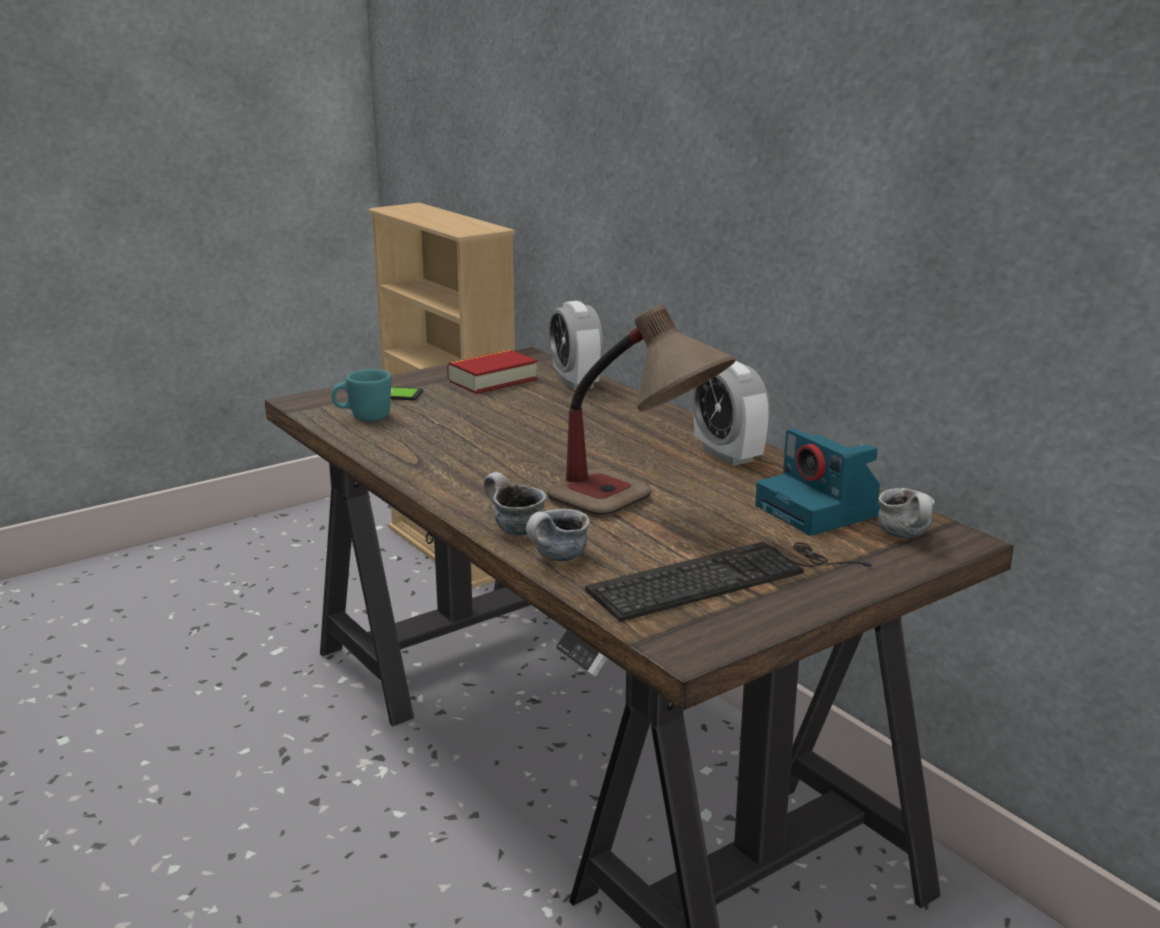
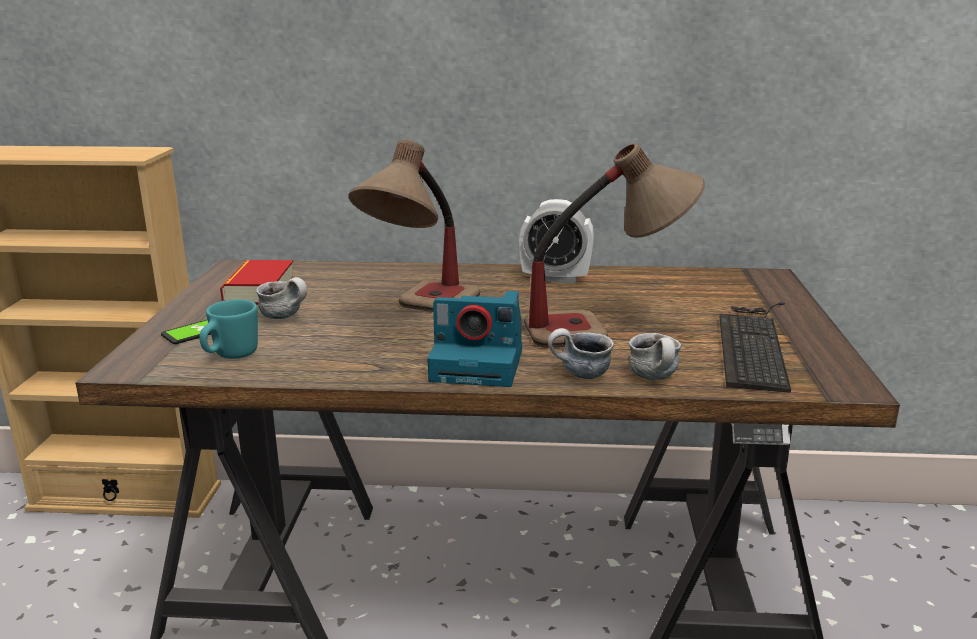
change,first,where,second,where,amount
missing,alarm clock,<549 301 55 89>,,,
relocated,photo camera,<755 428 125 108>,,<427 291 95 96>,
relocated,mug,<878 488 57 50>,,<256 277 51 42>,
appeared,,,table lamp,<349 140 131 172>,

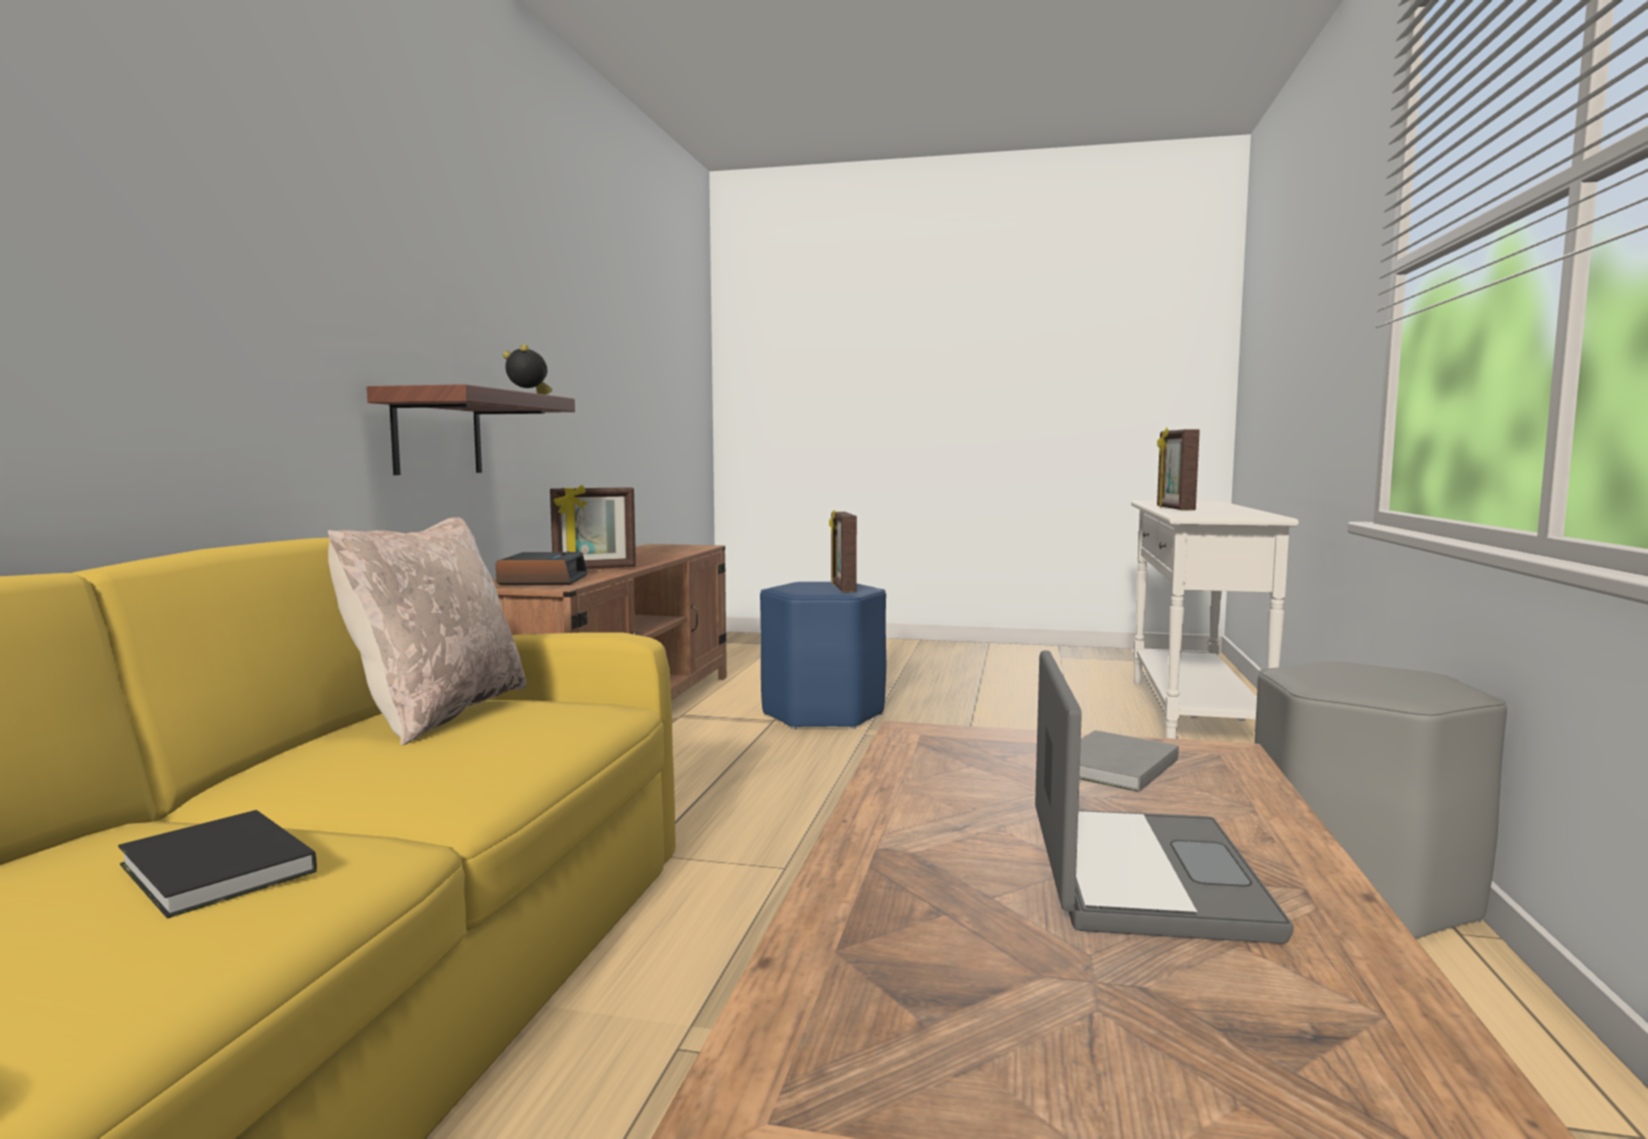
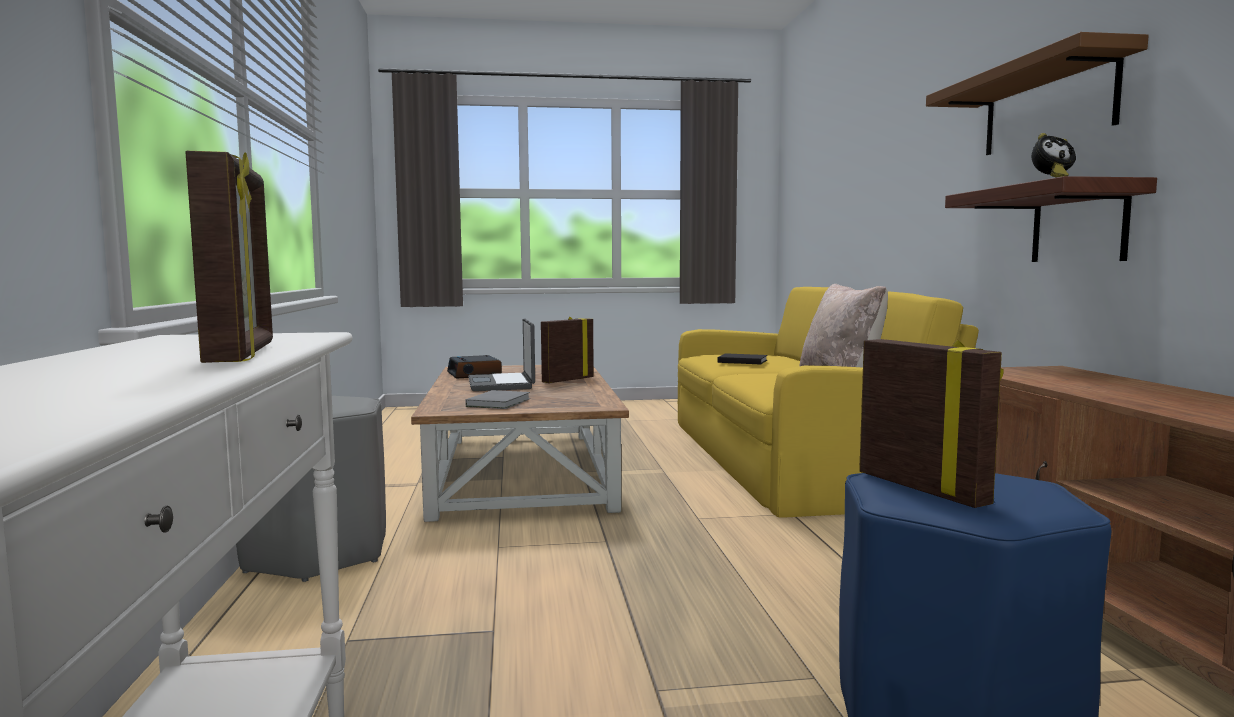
change,first,where,second,where,amount
relocated,picture frame,<550 485 86 84>,,<541 317 53 66>,
relocated,alarm clock,<496 551 92 34>,,<447 355 55 24>,
appeared,,,shelf/brown,<926 32 223 123>,

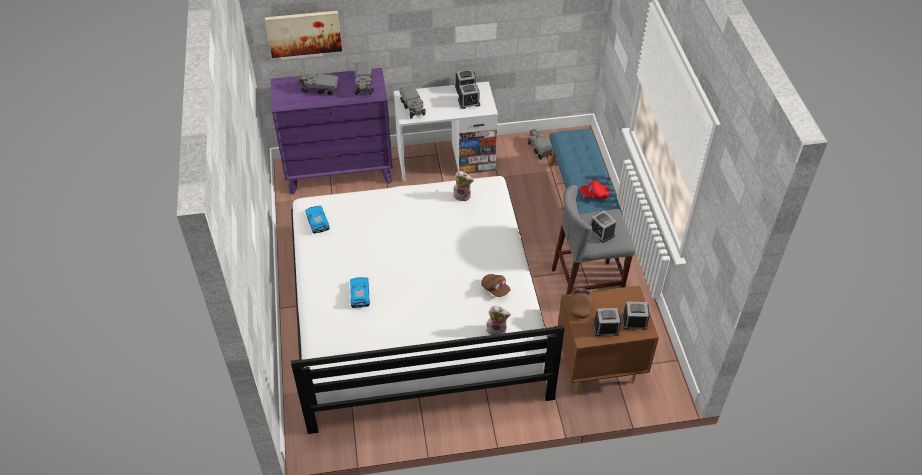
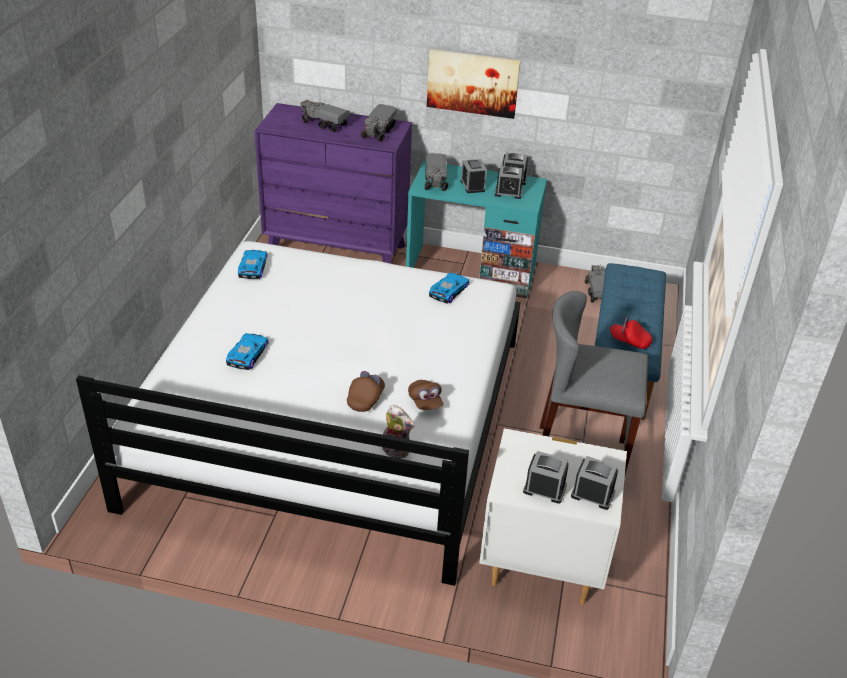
change,first,where,second,where,amount
relocated,picture,<265 11 77 47>,,<427 49 94 70>,
colour,desk/white,<394 81 104 101>,desk/turquoise,<406 161 141 137>,
exchanged,plush toy,<453 171 21 31>,toy car,<429 272 41 32>,
relocated,alarm clock,<590 210 26 33>,,<461 159 26 34>,
colour,nightstand/brown,<558 285 101 106>,nightstand/white,<479 428 148 177>,
relocated,cap/brown,<569 288 24 31>,,<347 371 38 41>,

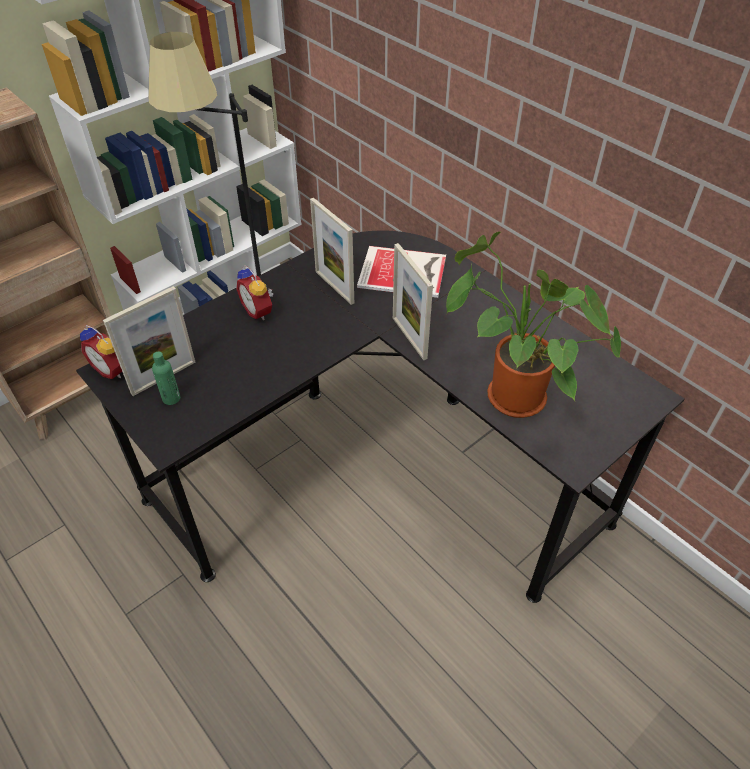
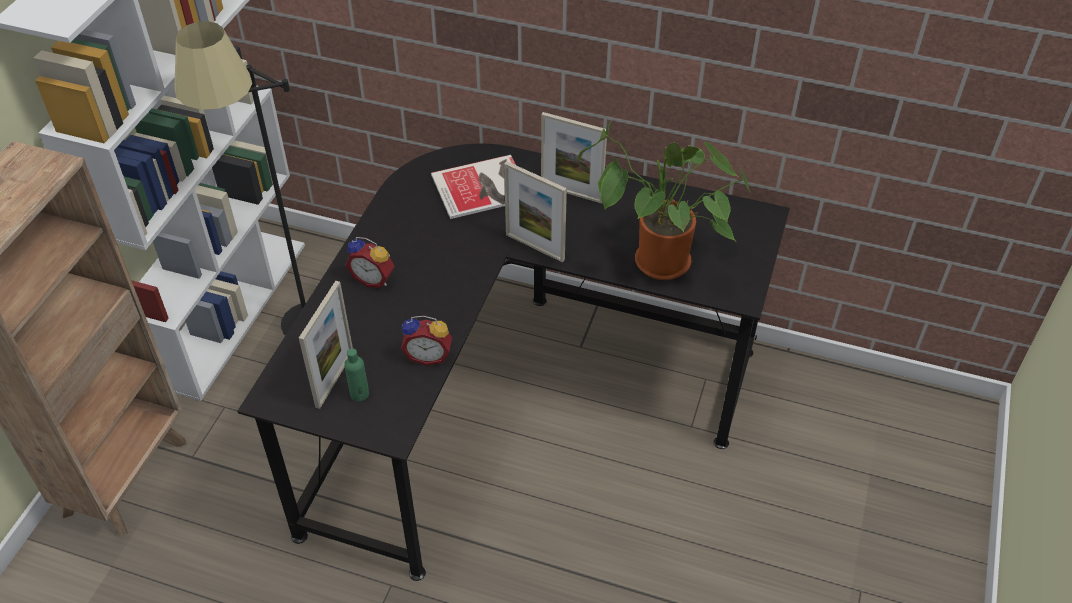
change,first,where,second,where,amount
relocated,picture frame,<310 198 44 107>,,<541 112 66 91>,
relocated,alarm clock,<80 325 42 54>,,<401 316 51 50>,

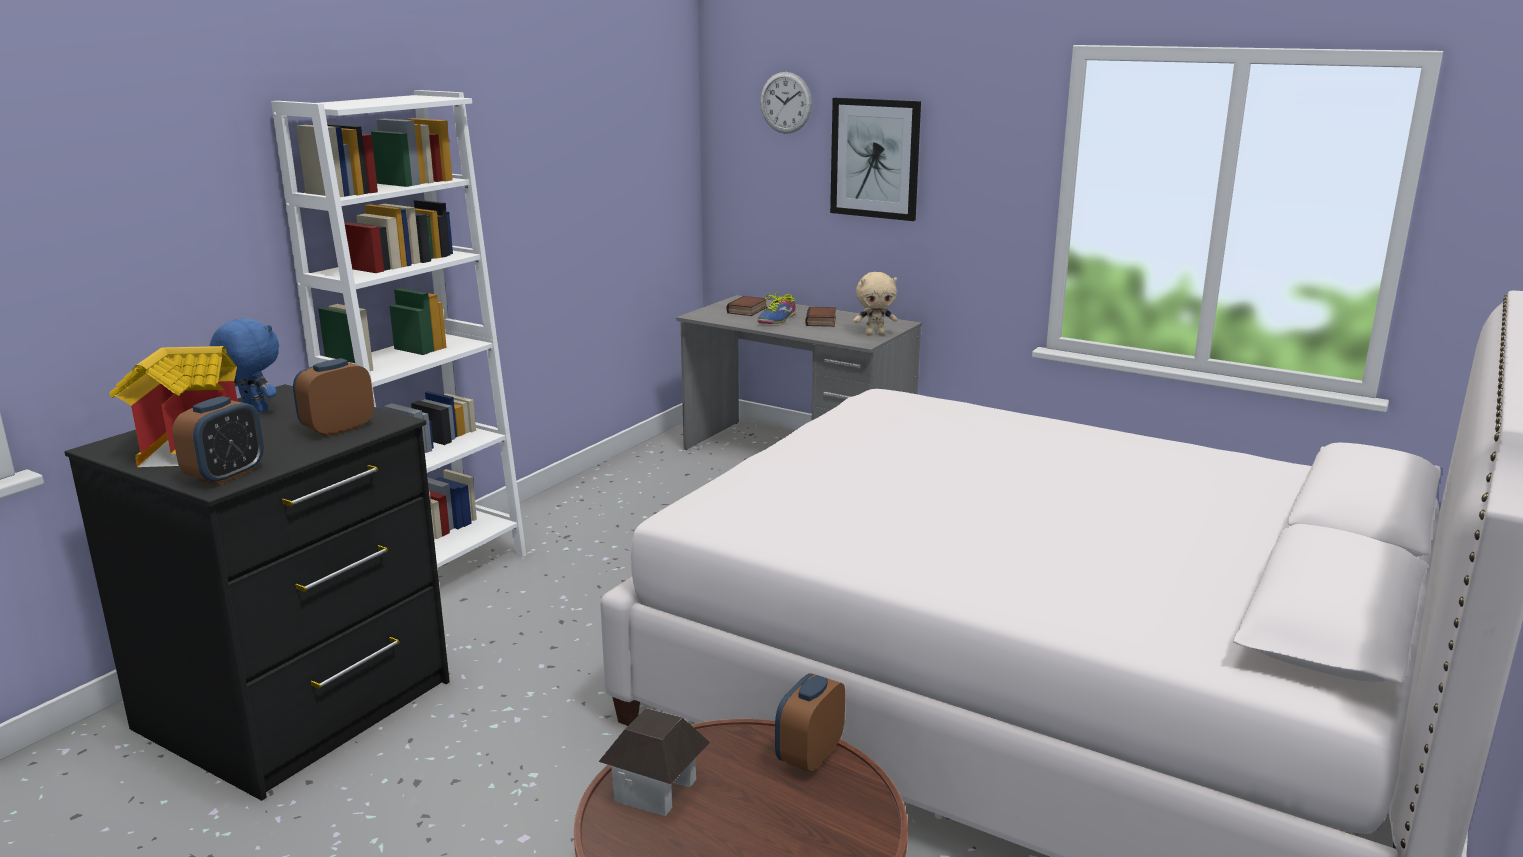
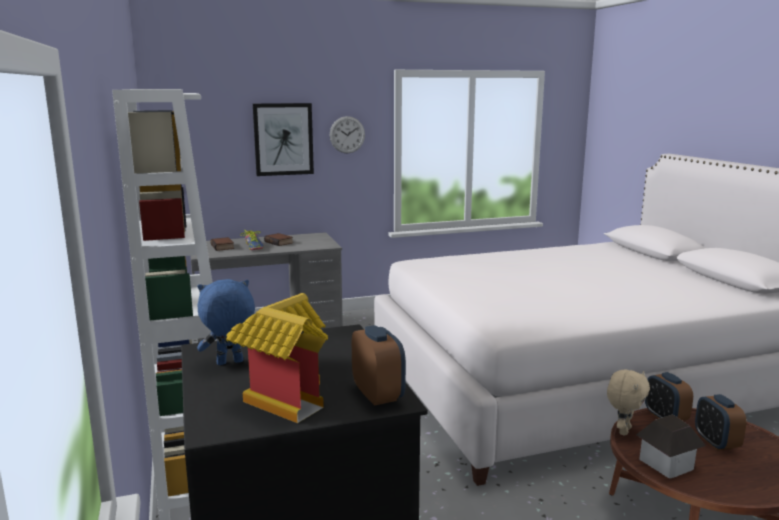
change,first,where,second,where,amount
relocated,wall clock,<760 72 52 62>,,<329 116 36 37>,
relocated,plush toy/beige,<853 272 44 64>,,<607 369 43 67>,
relocated,alarm clock,<293 358 81 79>,,<695 394 52 57>,

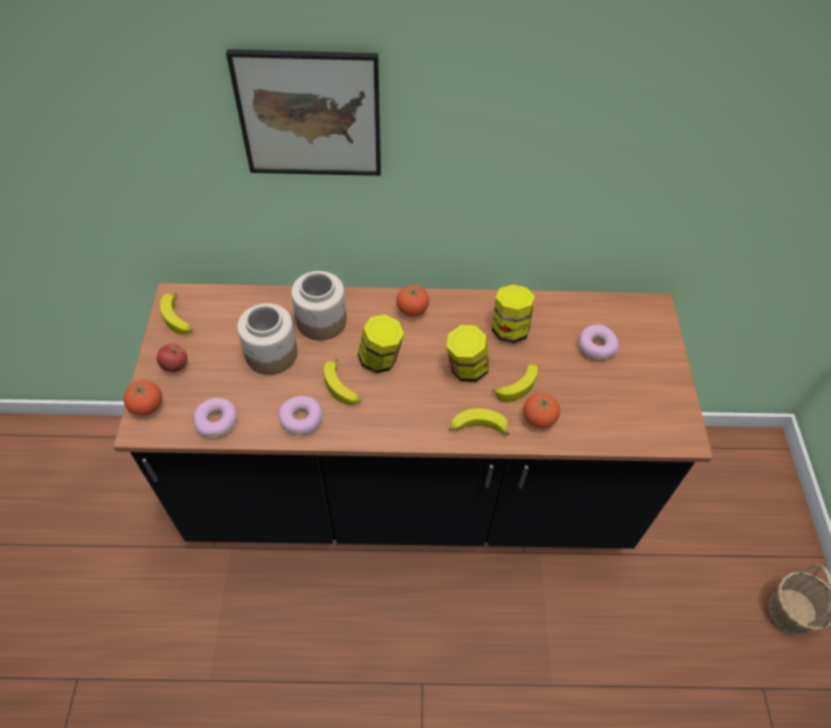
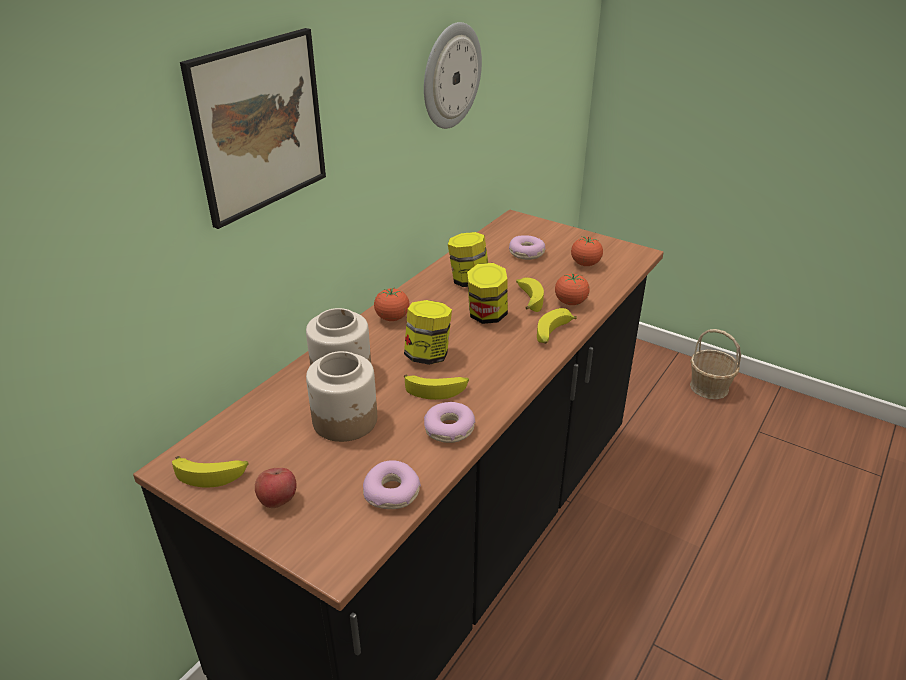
change,first,where,second,where,amount
relocated,tomato,<124 380 38 36>,,<571 237 32 29>,
appeared,,,wall clock,<424 22 58 107>,

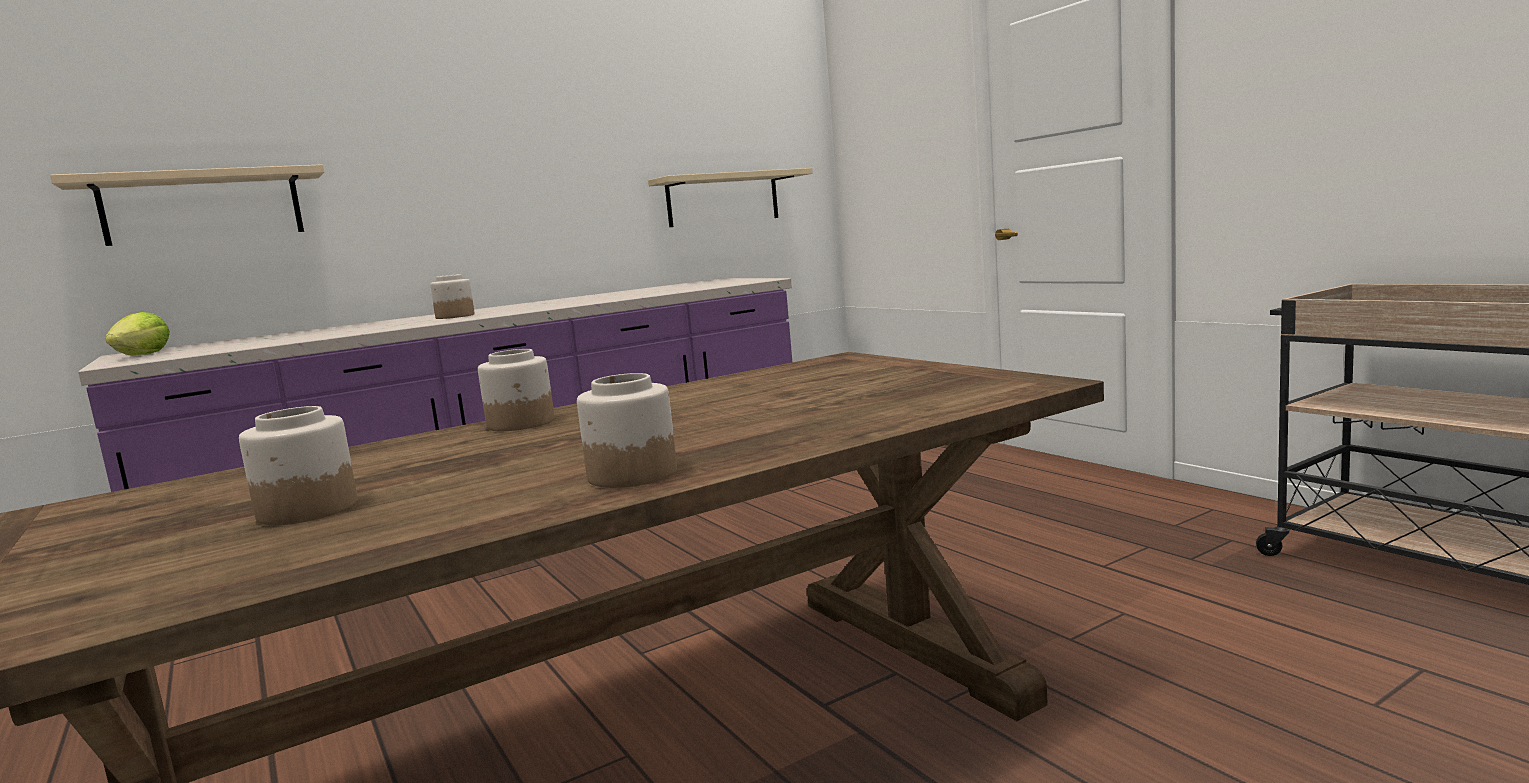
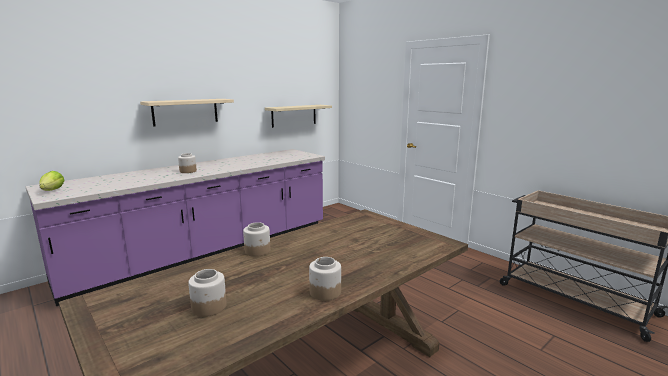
change,first,where,second,where,amount
relocated,shelf/beige,<50 164 275 82>,,<140 99 94 27>,

